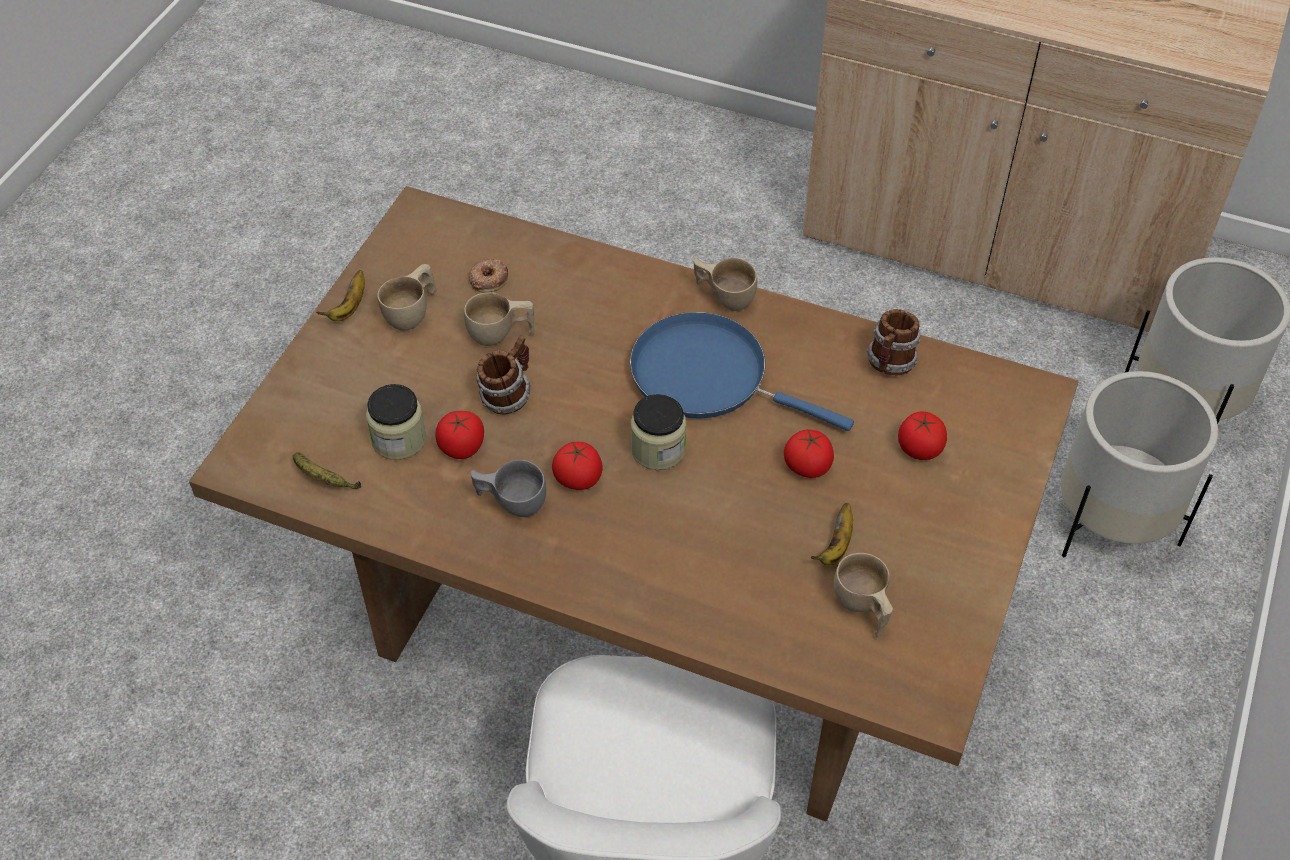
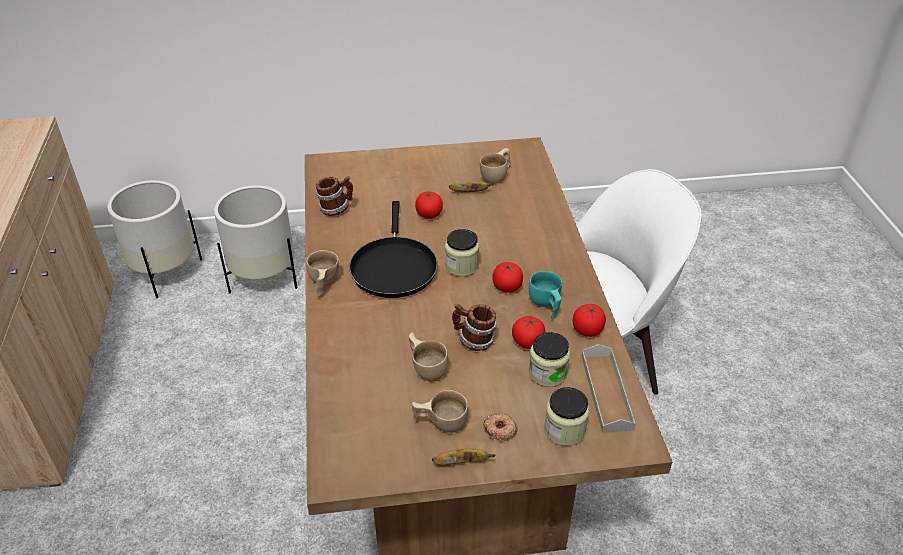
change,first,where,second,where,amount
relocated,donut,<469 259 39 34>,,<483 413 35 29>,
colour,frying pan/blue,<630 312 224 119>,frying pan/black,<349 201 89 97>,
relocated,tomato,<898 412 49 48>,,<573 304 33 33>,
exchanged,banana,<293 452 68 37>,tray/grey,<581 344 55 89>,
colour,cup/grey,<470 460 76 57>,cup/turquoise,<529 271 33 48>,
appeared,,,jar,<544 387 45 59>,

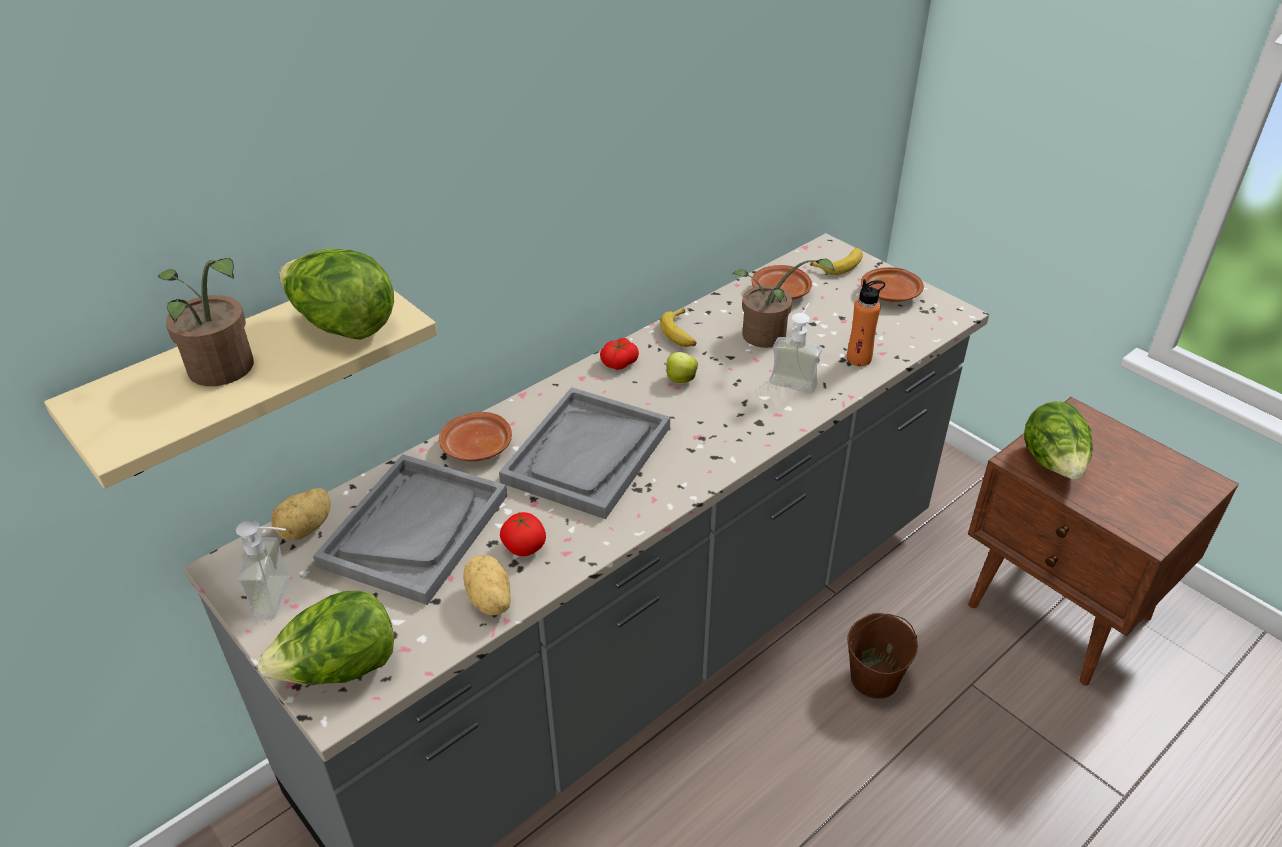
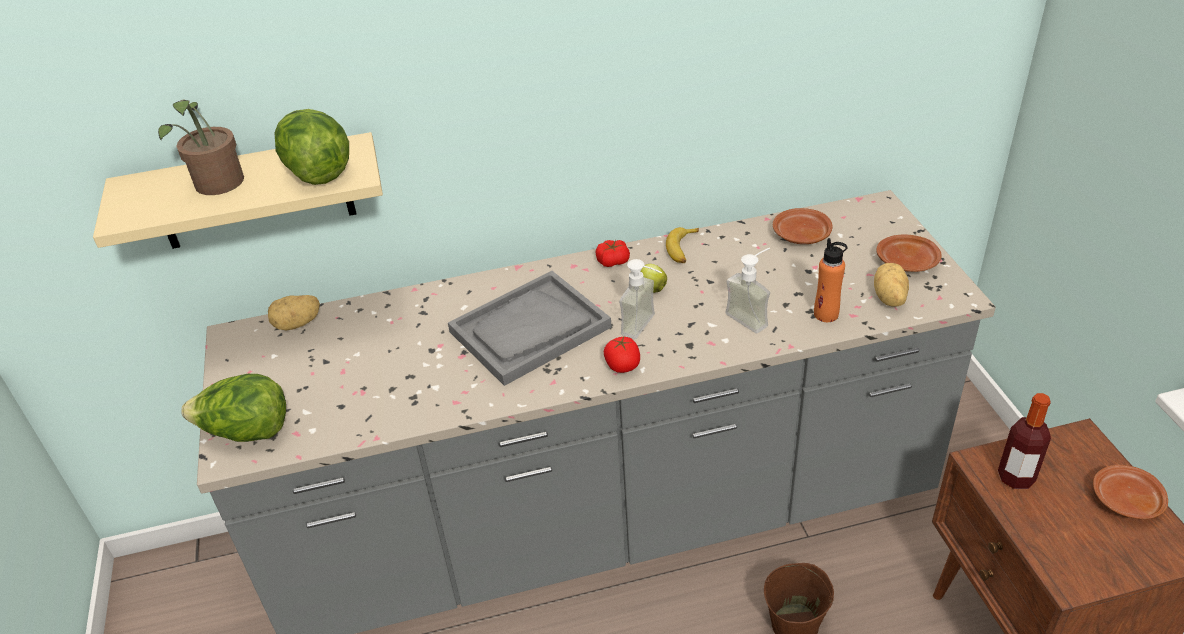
change,first,where,second,where,amount
missing,banana,<810 247 53 28>,,,
missing,potted plant,<732 258 103 90>,,,
exchanged,lettuce,<1025 401 68 79>,bottle,<998 393 53 96>,
relocated,plate/brown,<439 412 73 49>,,<1093 465 75 54>,
missing,tray/grey,<313 454 194 151>,,,
relocated,tomato,<500 512 46 44>,,<604 337 36 36>,
relocated,soap dispenser,<236 520 54 99>,,<619 259 43 80>,
relocated,potato,<463 555 47 61>,,<874 263 35 43>,

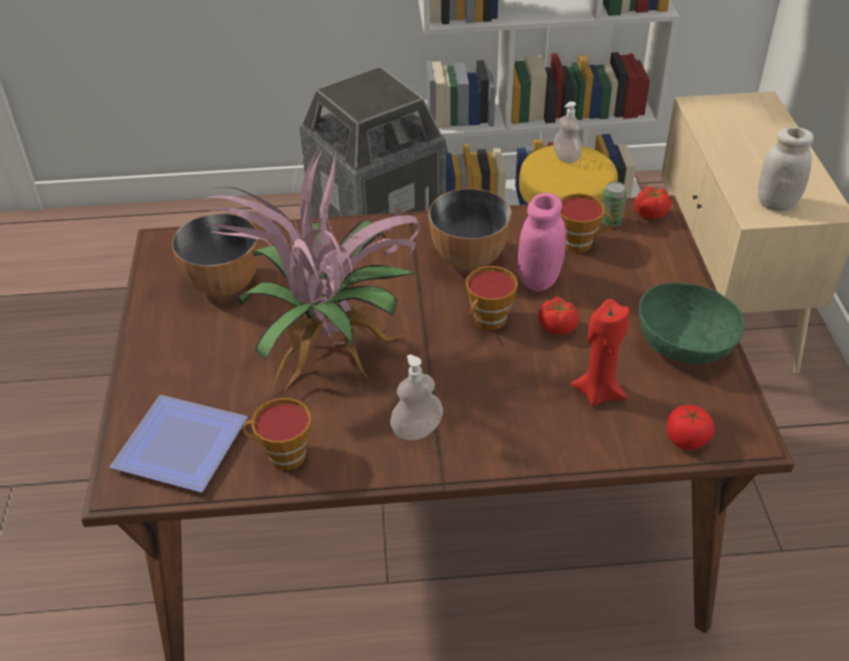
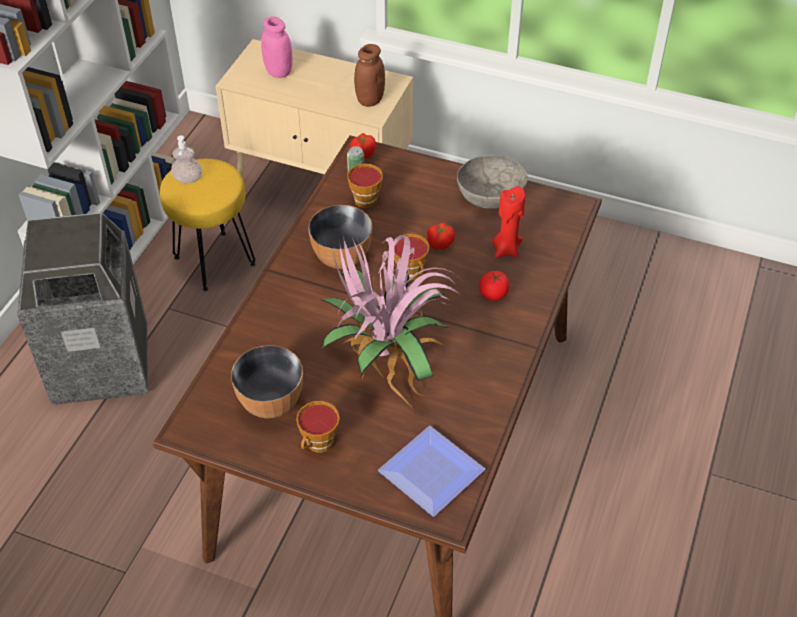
change,first,where,second,where,amount
colour,jar/white,<758 127 56 84>,jar/brown,<354 44 31 63>,
relocated,jar/pink,<518 193 48 99>,,<261 16 32 62>,
colour,bowl/green,<639 282 105 82>,bowl/grey,<457 155 71 54>,
missing,soap dispenser,<390 355 53 86>,,,
relocated,cup,<243 398 68 72>,,<296 401 44 52>,
relocated,tomato,<667 405 48 45>,,<479 271 30 30>,

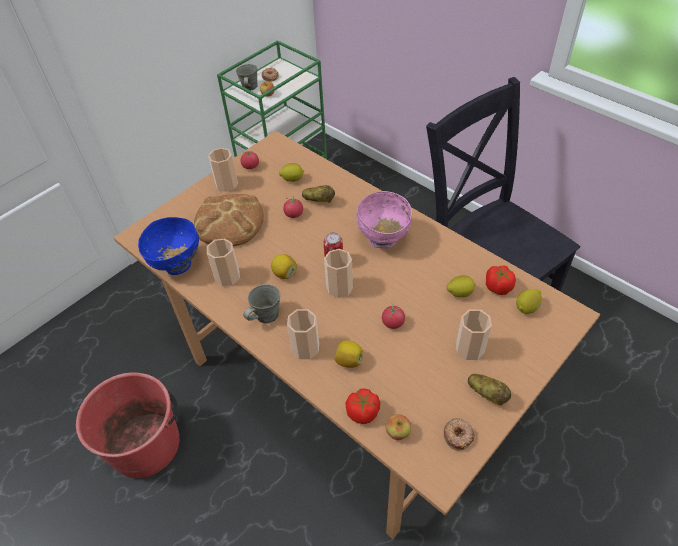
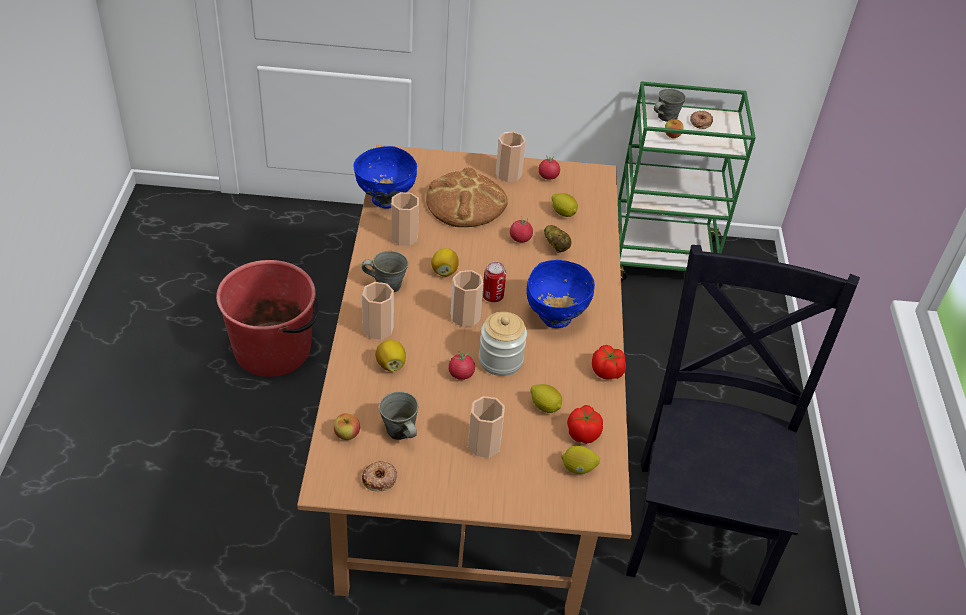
change,first,where,second,where,amount
colour,bowl/pink,<357 191 55 58>,bowl/blue,<527 260 68 68>,
missing,potato,<468 374 43 32>,,,
relocated,tomato,<345 388 35 36>,,<592 345 34 35>,
appeared,,,jar,<479 312 48 64>,
appeared,,,mug/grey,<379 392 39 48>,

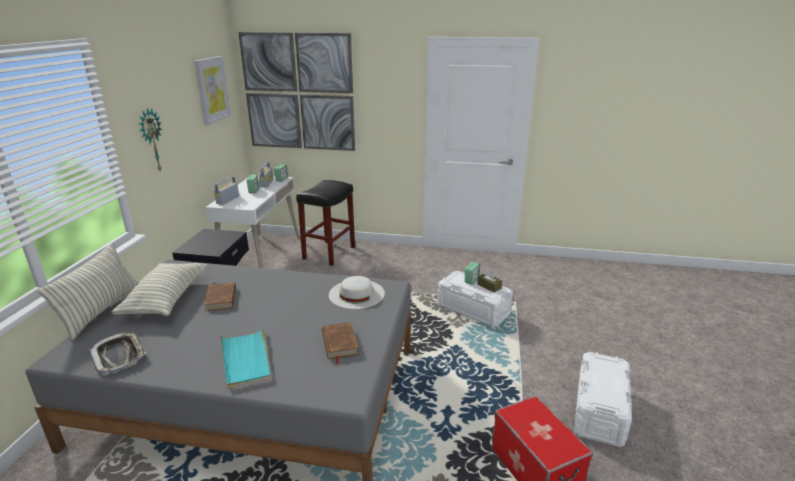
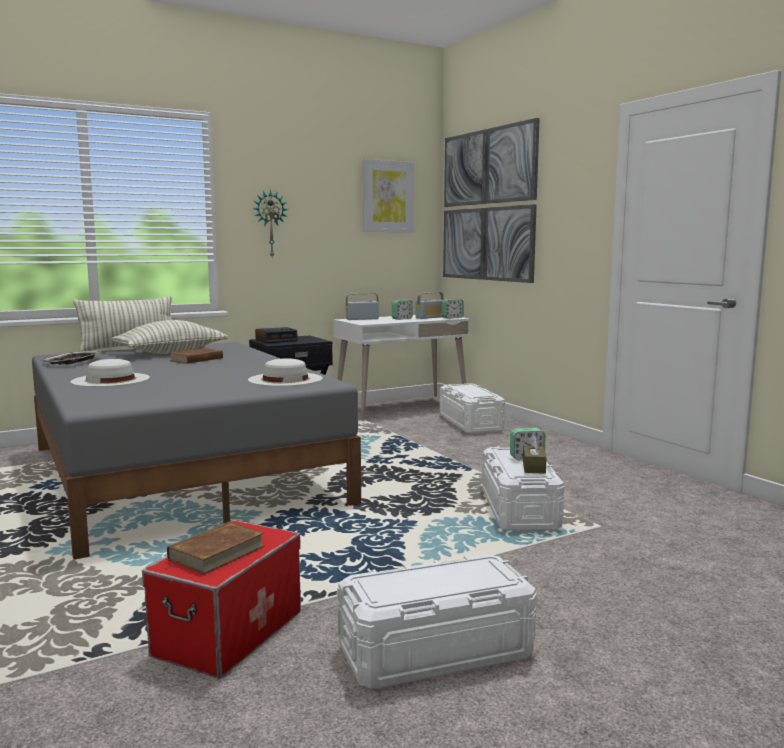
change,first,where,second,where,amount
exchanged,stool/black,<296 180 59 86>,storage box/white,<440 383 65 51>,
relocated,book/brown,<322 322 37 42>,,<163 522 101 53>,
exchanged,tray/turquoise,<220 327 51 61>,hat/white,<70 359 80 28>,
appeared,,,alarm clock,<255 327 43 16>,

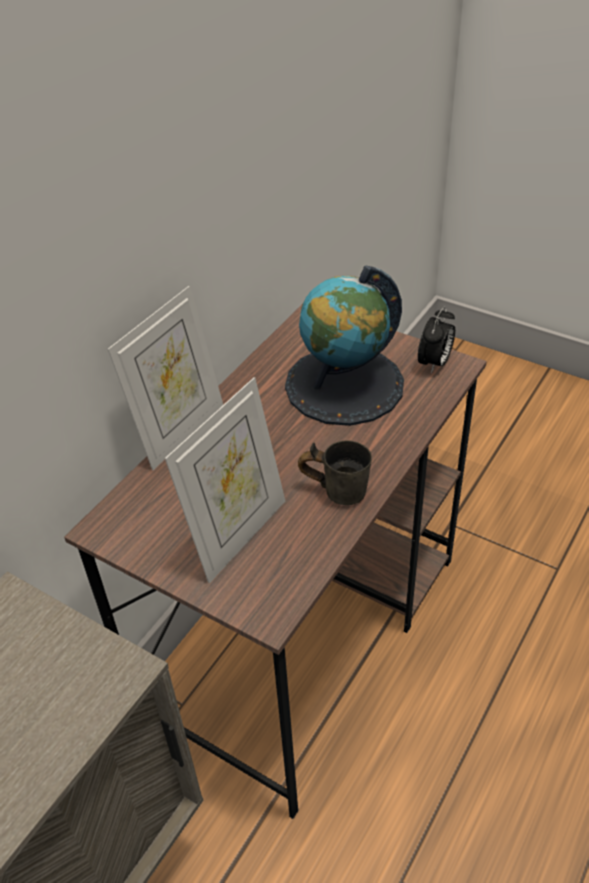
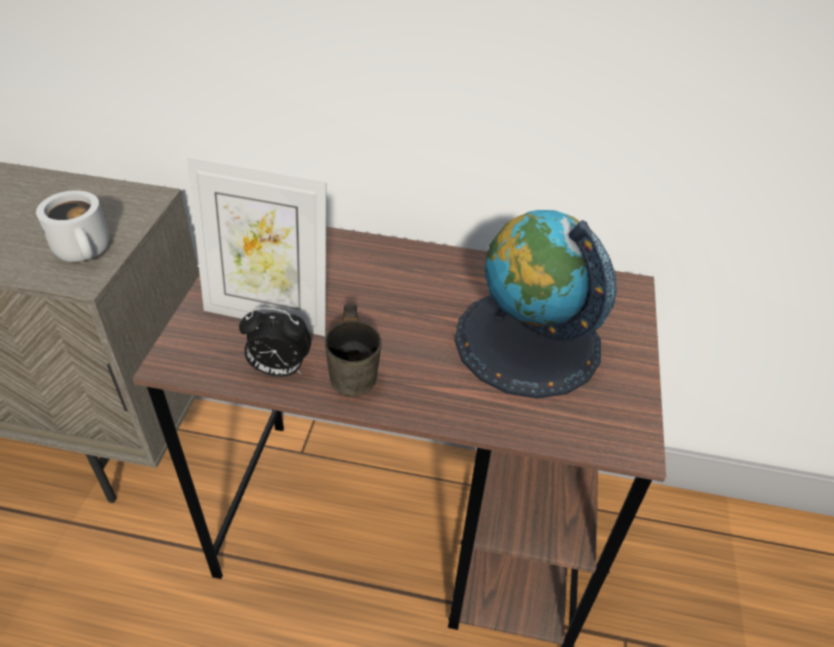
change,first,where,second,where,amount
missing,picture frame,<108 286 115 184>,,,
relocated,alarm clock,<418 306 37 68>,,<239 308 73 69>,
appeared,,,mug/white,<36 190 73 72>,

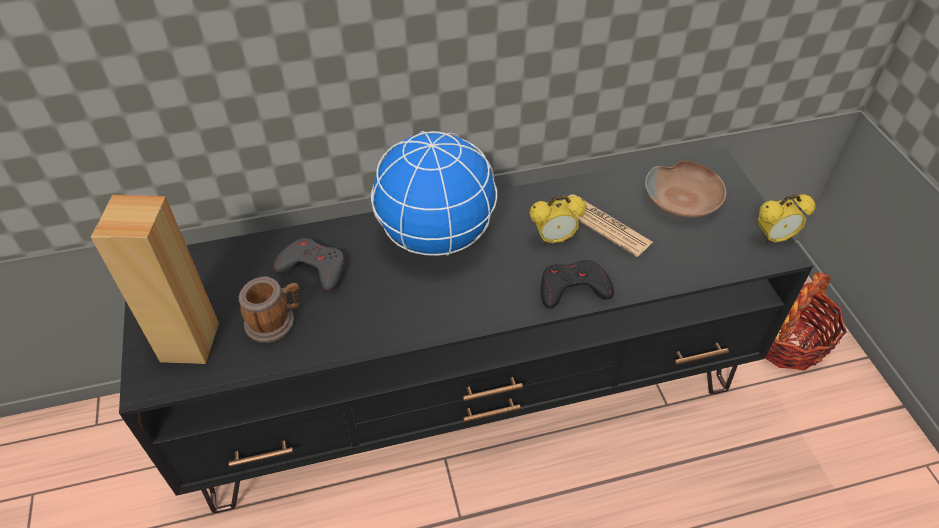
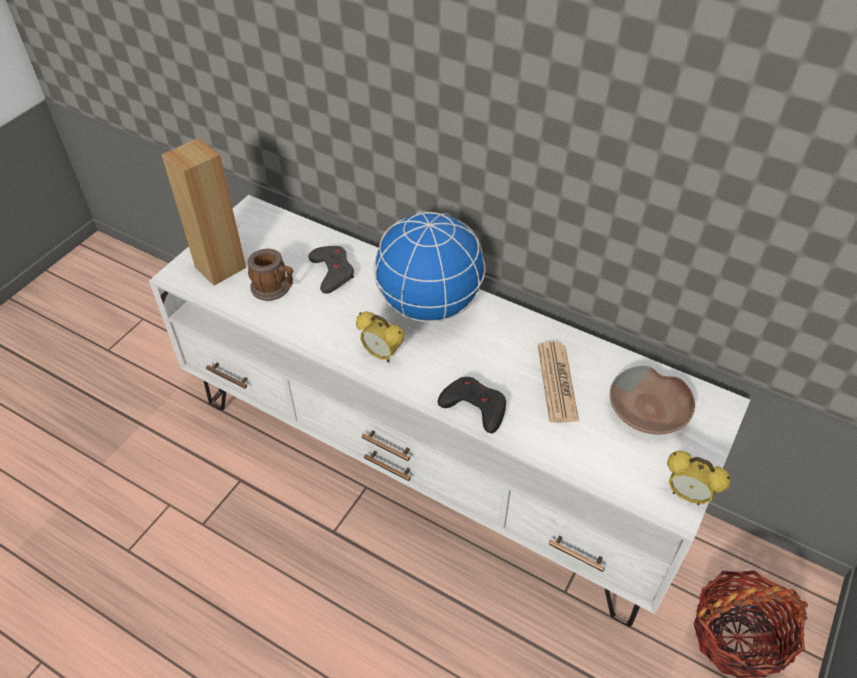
change,first,where,second,where,amount
colour,tv stand/black,<119 149 694 364>,tv stand/white,<149 195 601 432>,
relocated,alarm clock,<529 195 57 50>,,<356 312 49 51>,

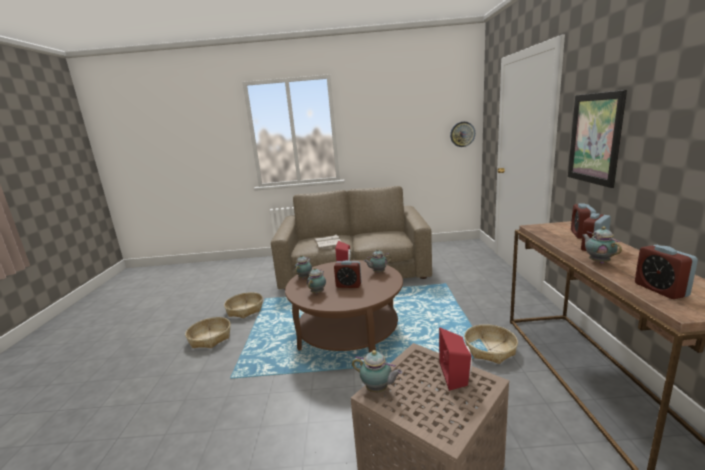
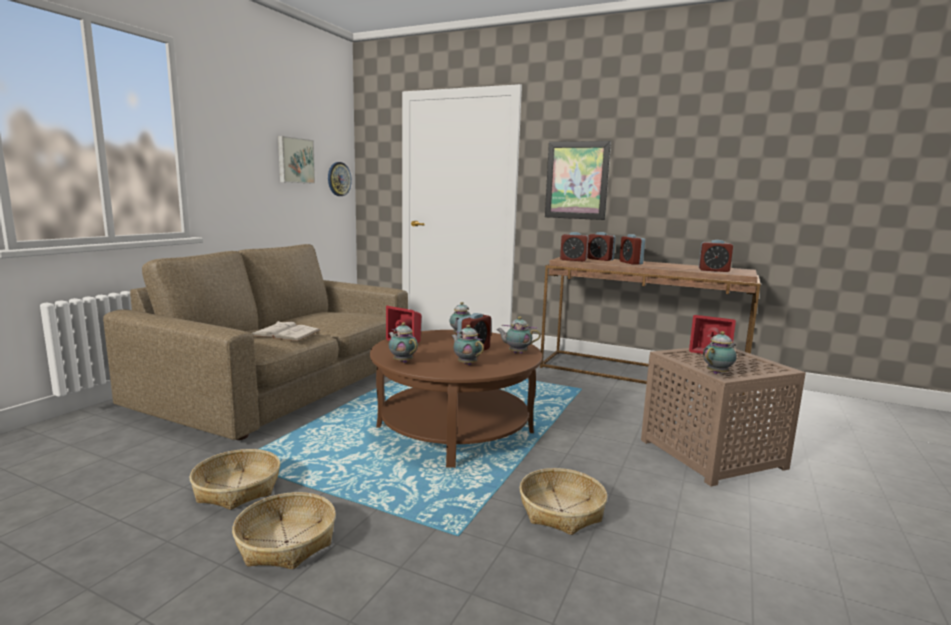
change,first,where,second,where,amount
relocated,teapot,<582 226 40 38>,,<496 316 45 38>,
relocated,basket,<464 324 54 40>,,<520 468 87 67>,
appeared,,,picture,<278 136 37 48>,
appeared,,,alarm clock,<560 232 29 29>,

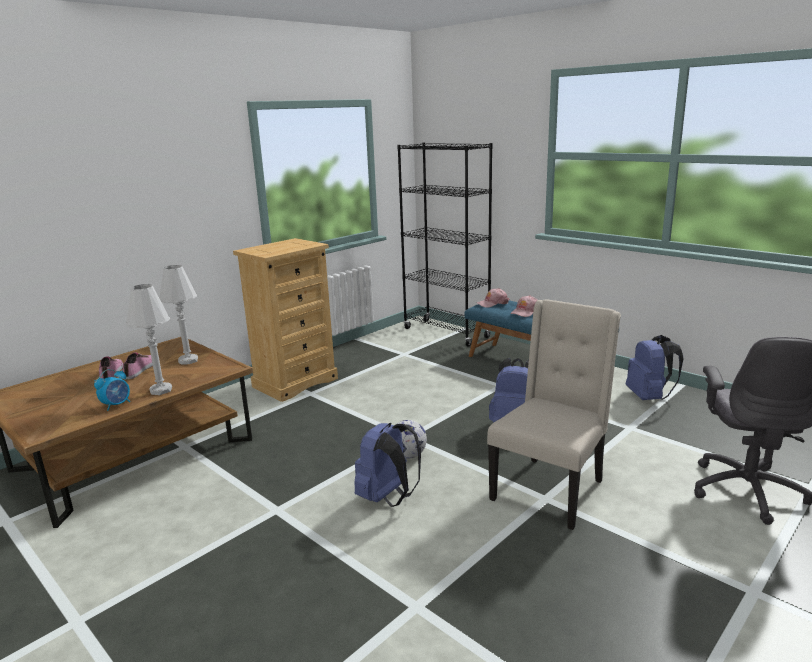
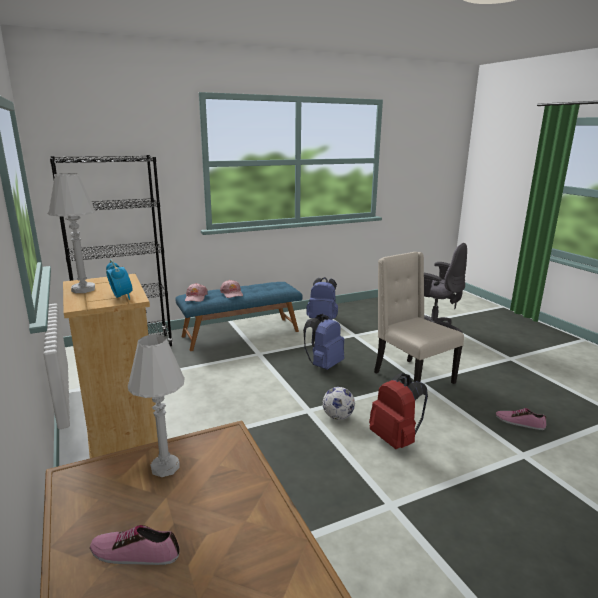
change,first,where,second,where,amount
relocated,table lamp/white,<126 284 46 111>,,<48 173 47 120>,
relocated,shoe,<122 352 31 27>,,<496 408 50 22>,
relocated,alarm clock,<94 369 36 42>,,<106 260 27 40>,
colour,backpack/blue,<354 423 67 84>,backpack/red,<369 373 59 76>,

